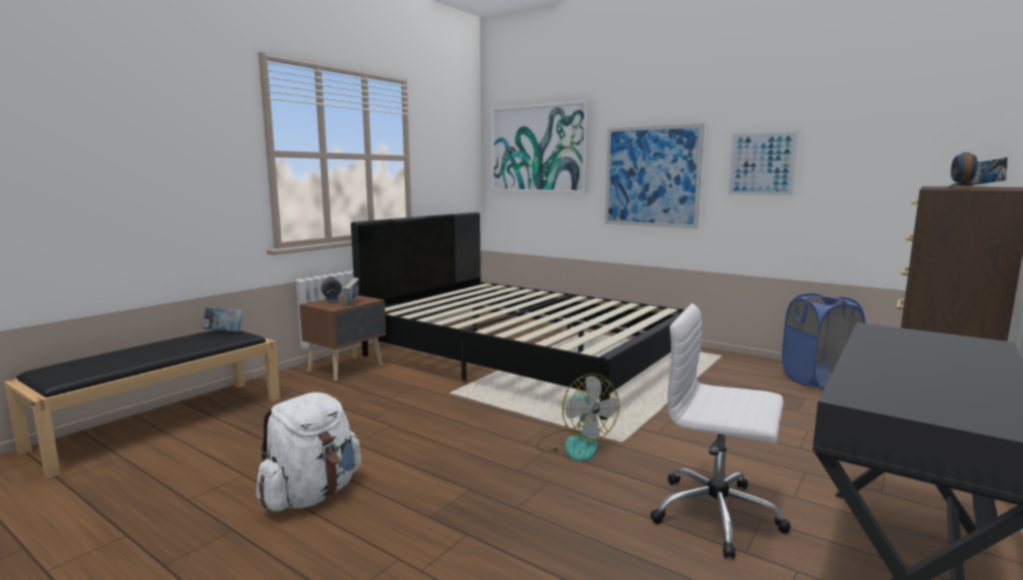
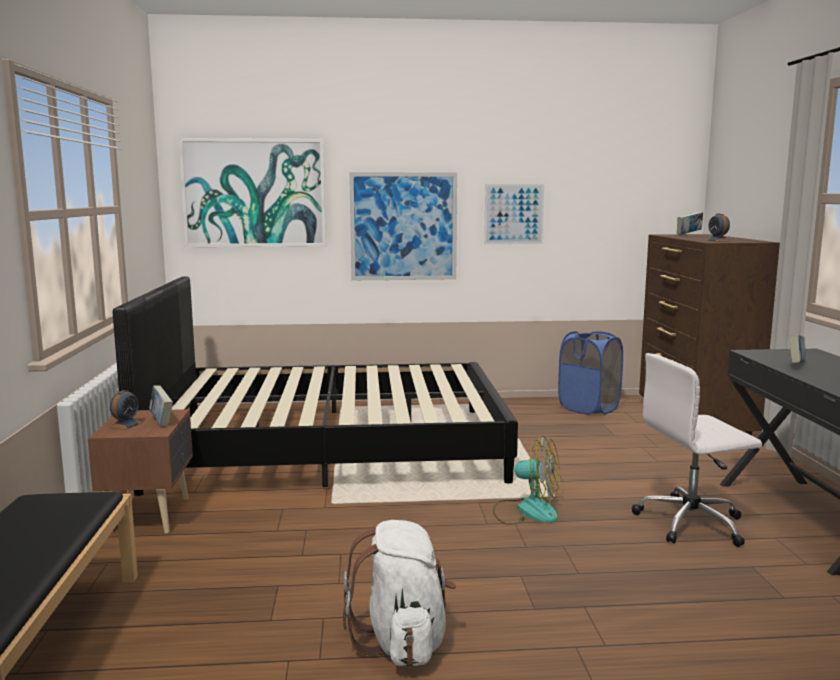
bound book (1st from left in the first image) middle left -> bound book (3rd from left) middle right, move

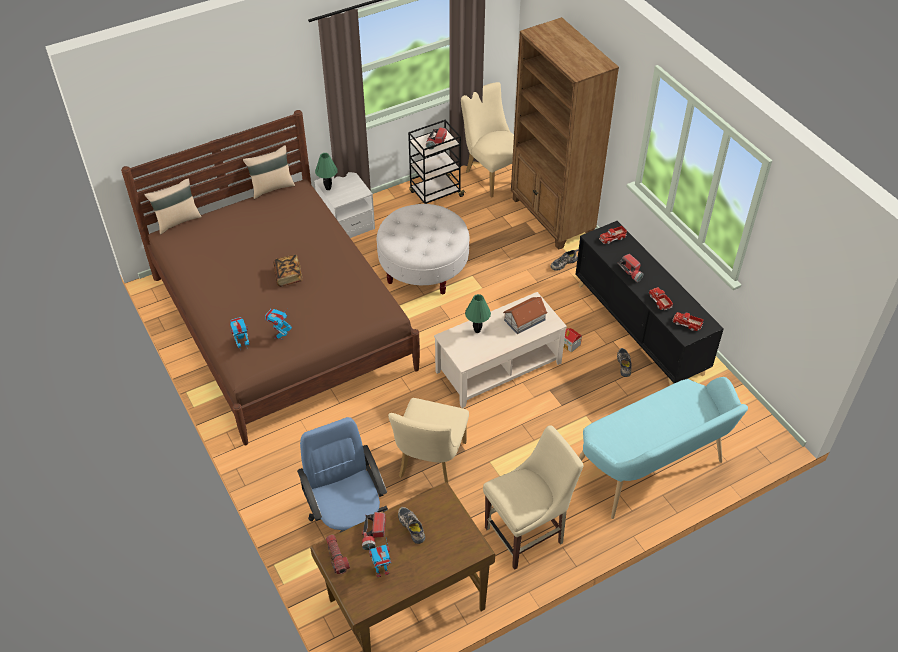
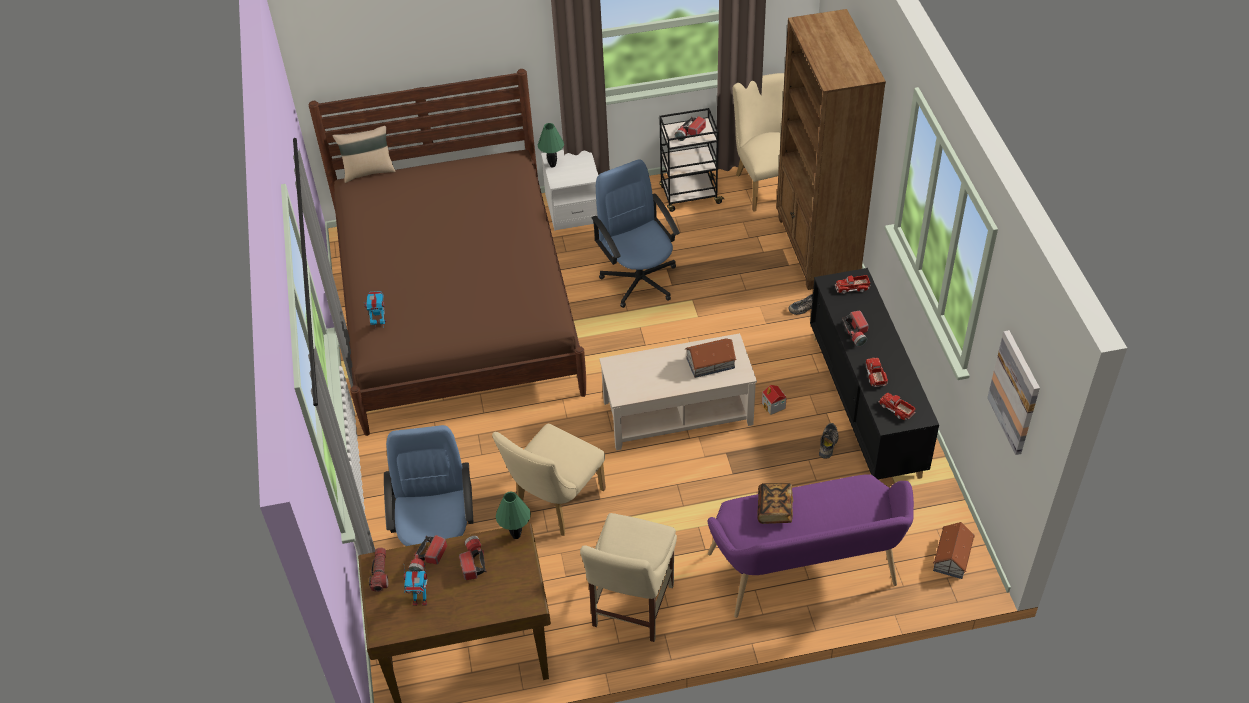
item of footwear (1st from left) bottom centre -> torch (3rd from left) bottom centre
green lamp for a table (2nd from left in the first image) centre -> green lamp for a table (1st from left) bottom centre, move
beige upright chair (3rd from left in the first image) bottom centre -> beige upright chair (2nd from left) bottom centre, 120 degrees clockwise
white-coloured footrest centre -> bluish computer chair (2nd from left) top centre
blue-green long seat bottom right -> purplish long seat bottom centre
bound book middle left -> bound book bottom centre, move
none -> miniature house (3rd from left) bottom right
none -> picture middle right
beige throw pillow (2nd from left) top left -> none
model robot (2nd from left) middle left -> none

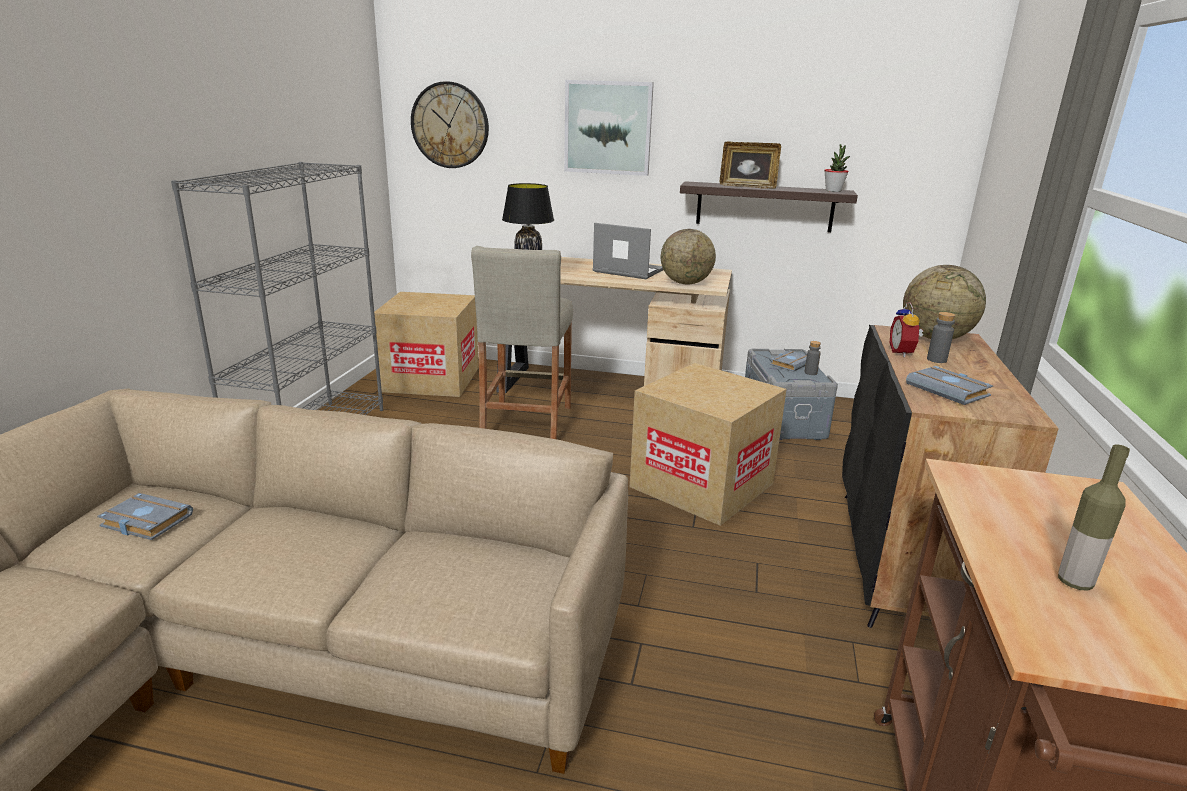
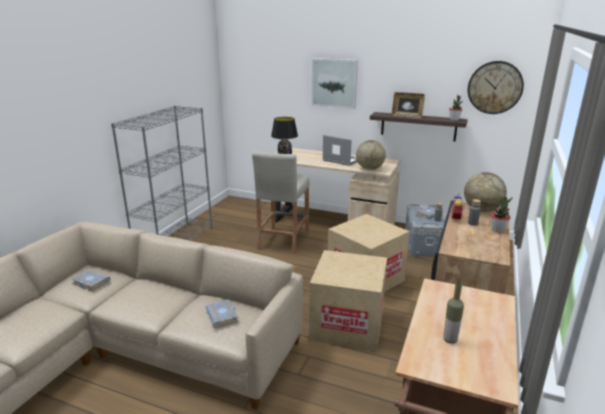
gray bound book (3rd from left in the first image) middle right -> gray bound book (2nd from left) bottom centre, move
cardboard box (1st from left) centre -> cardboard box (1st from left) bottom centre, move
hanging clock top centre -> hanging clock top right, move
none -> potted plant (2nd from left) middle right

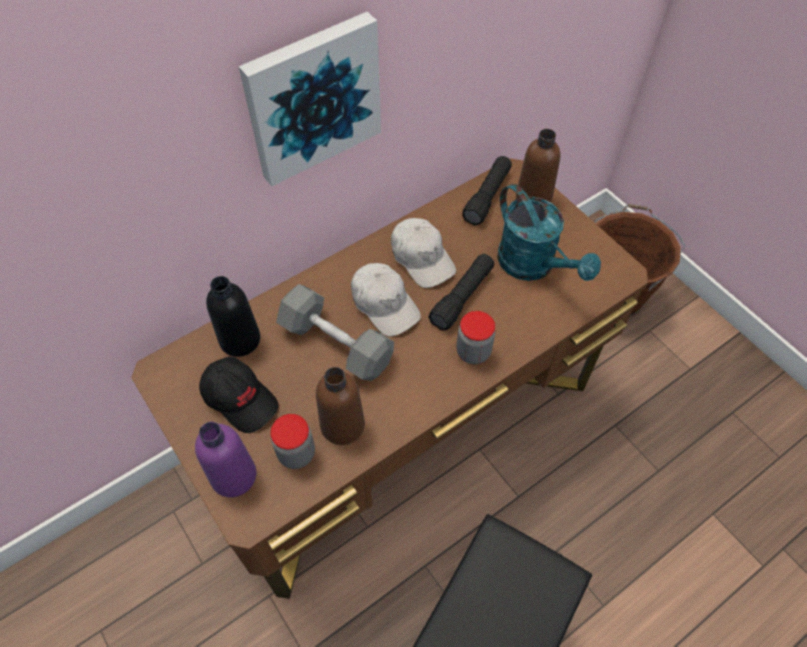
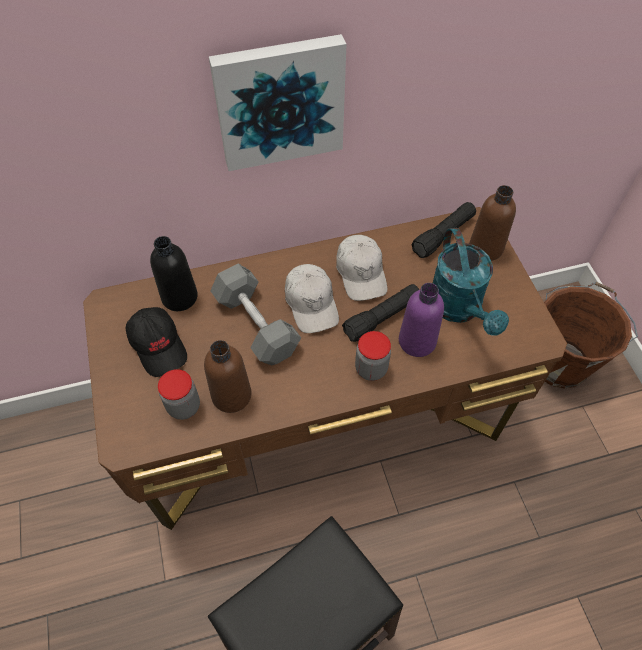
purplish beverage bottle bottom left -> purplish beverage bottle centre, move

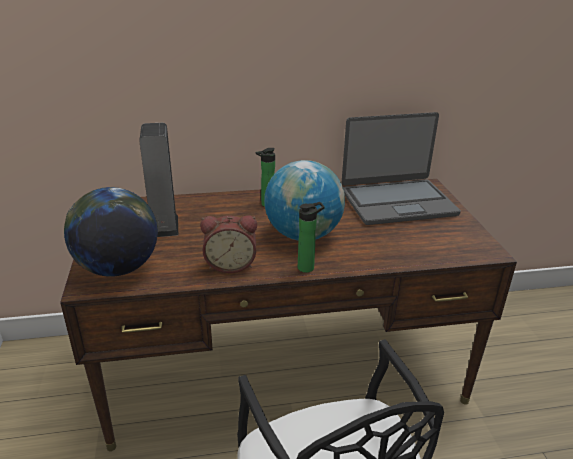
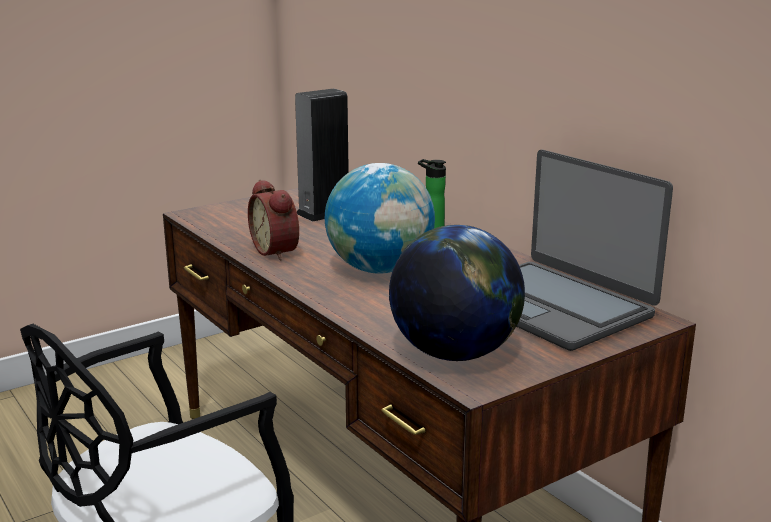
world globe (1st from left in the first image) middle left -> world globe (2nd from left) centre, move
beverage bottle (2nd from left) centre -> none

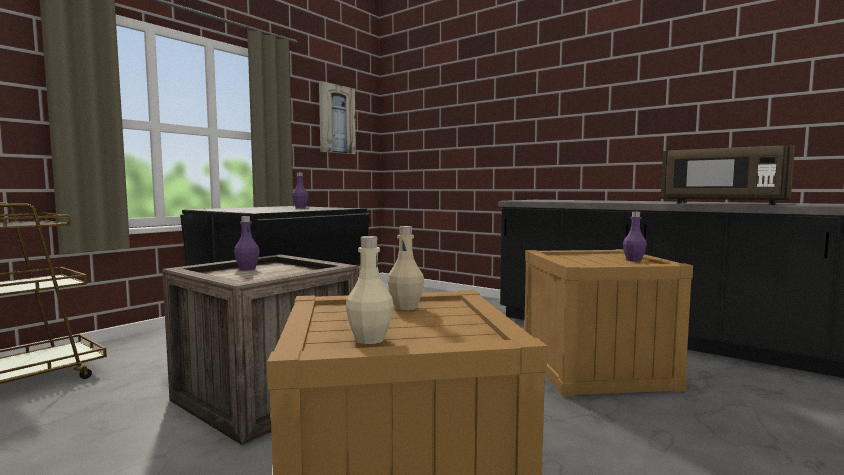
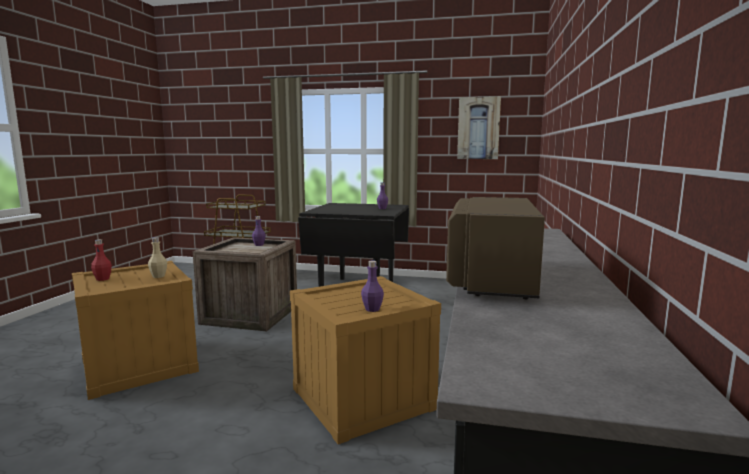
beige beverage bottle (1st from left) centre -> red beverage bottle middle left

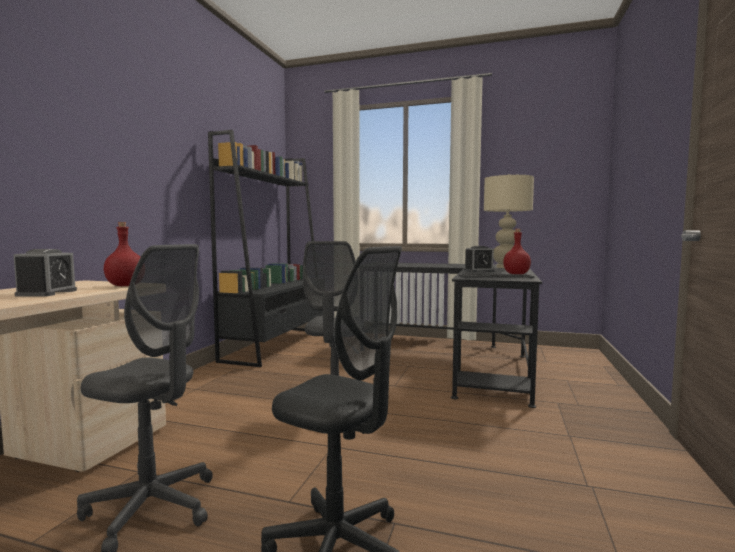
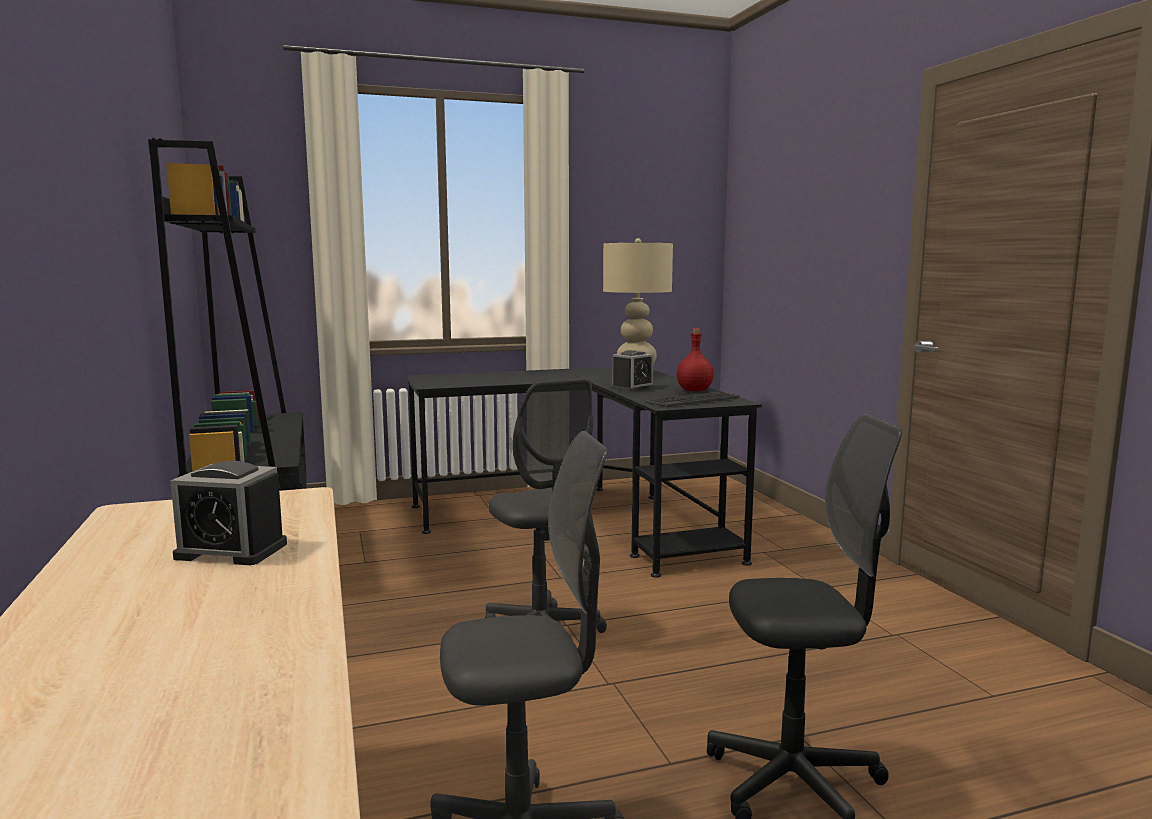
alarm clock (1st from left) middle left, 135 degrees clockwise
red beverage bottle (1st from left) middle left -> none

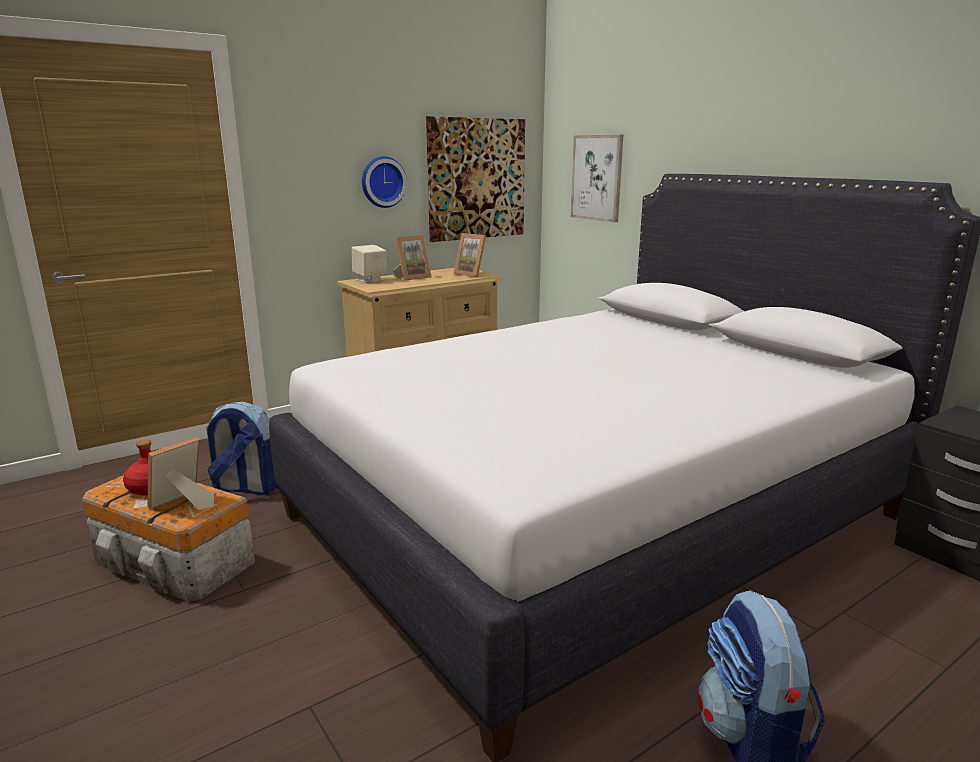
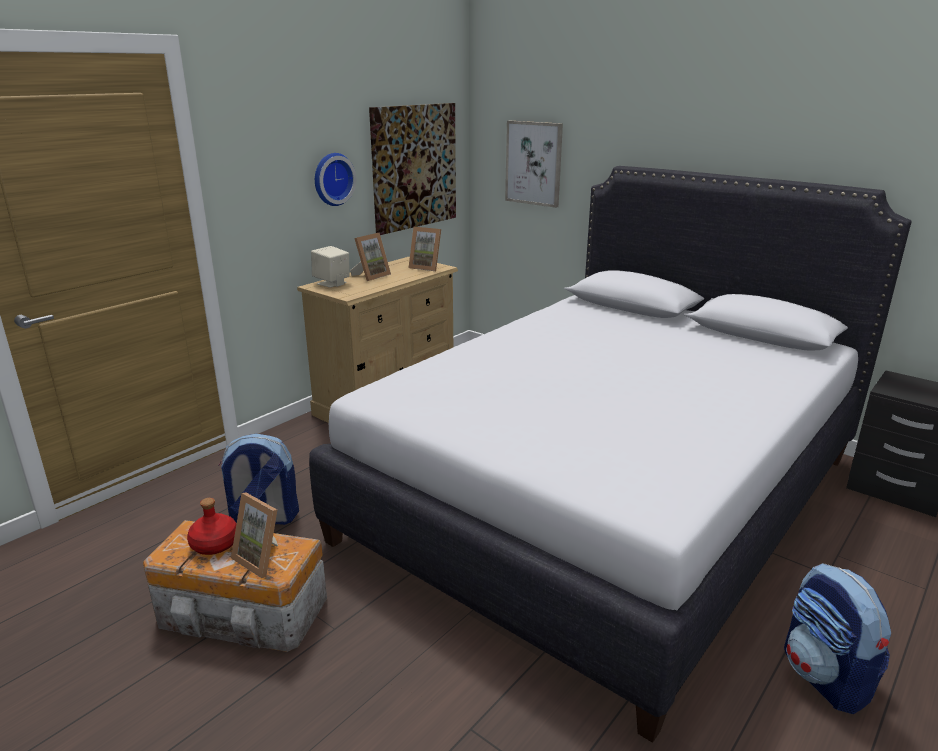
picture frame (1st from left) middle left -> picture frame (1st from left) bottom left, 75 degrees counterclockwise

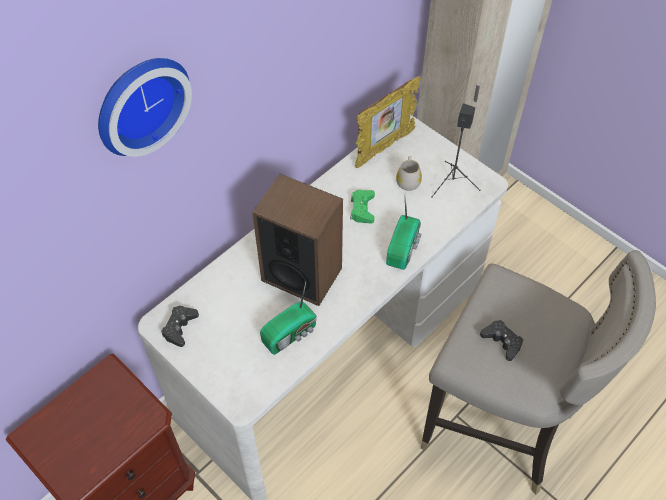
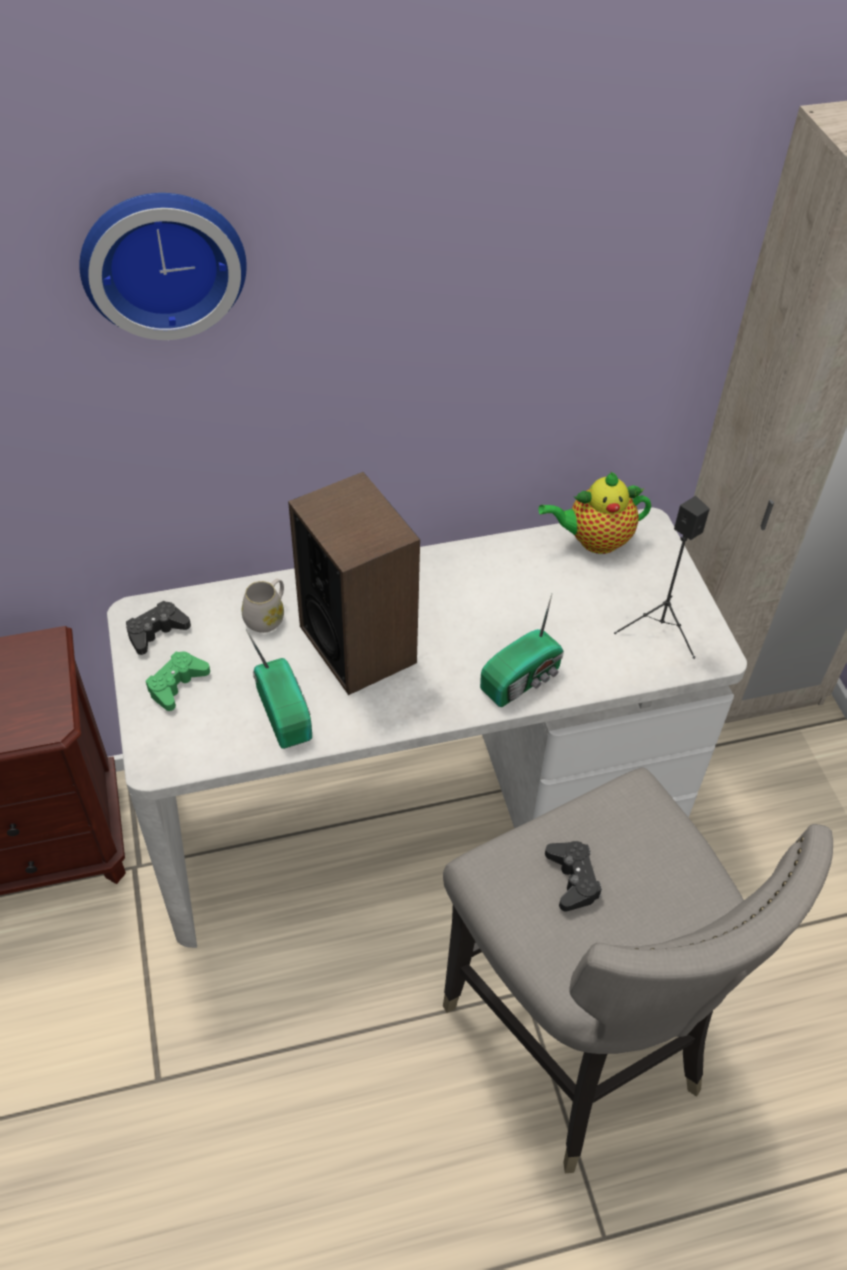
green gamepad centre -> green gamepad middle left, move
white-coloured tea mug centre -> white-coloured tea mug middle left, move
radio set (1st from left) centre -> radio set (1st from left) middle left, 105 degrees counterclockwise
picture frame top centre -> pot for tea middle right

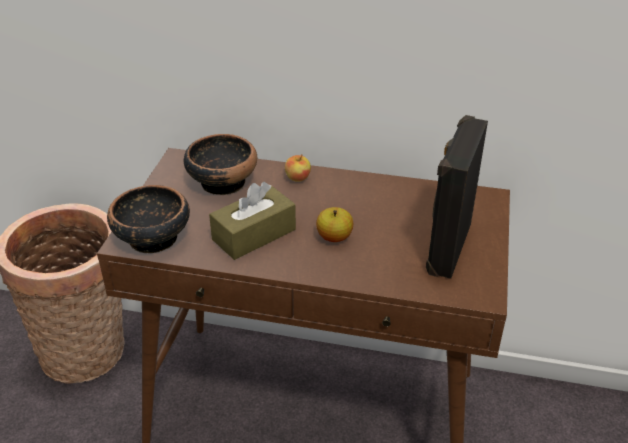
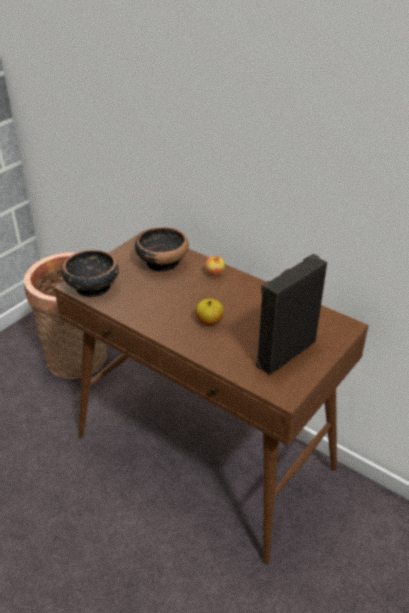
brown-coloured tissue holder centre -> none

